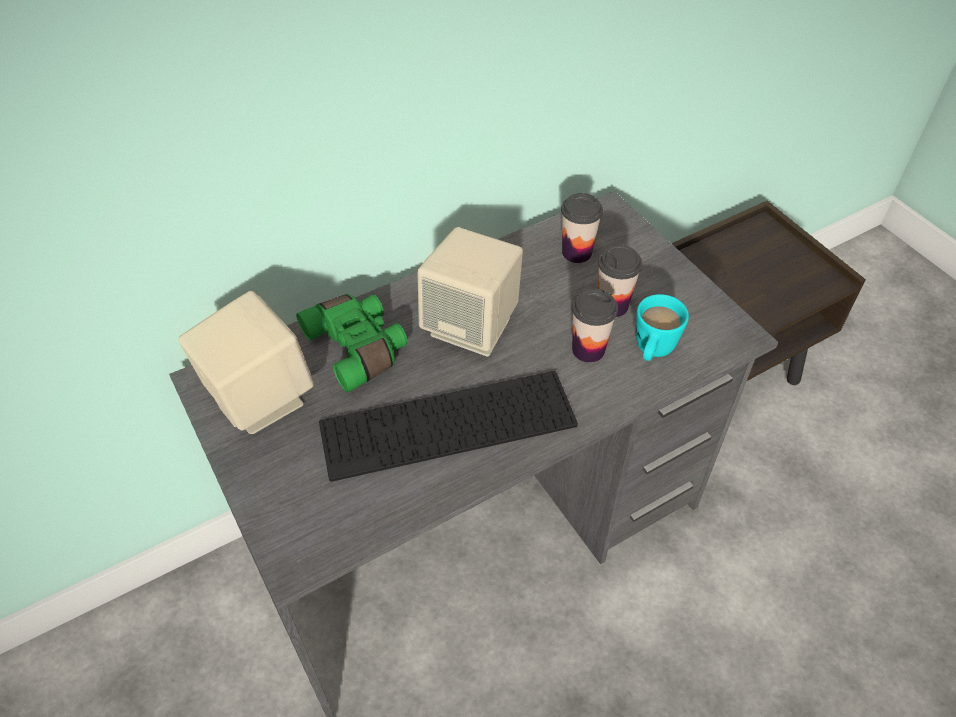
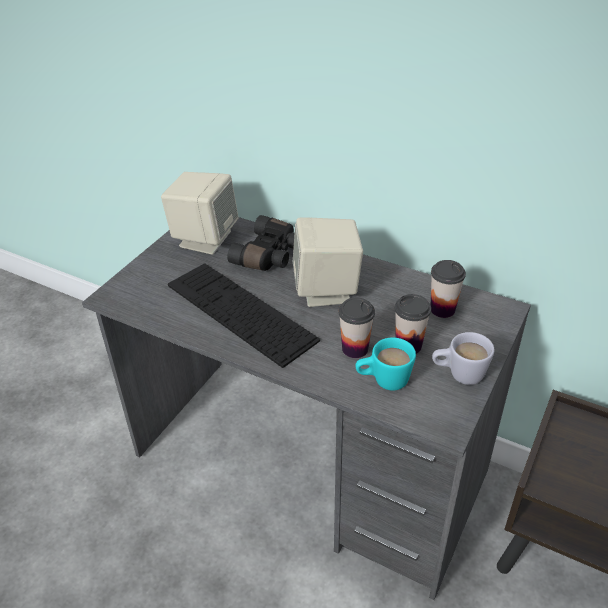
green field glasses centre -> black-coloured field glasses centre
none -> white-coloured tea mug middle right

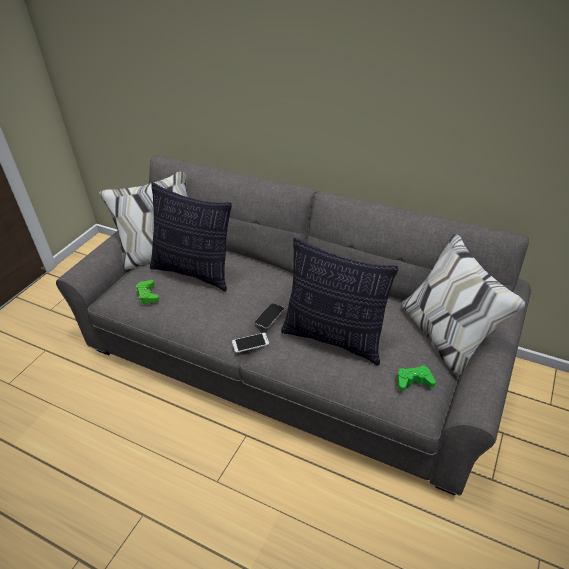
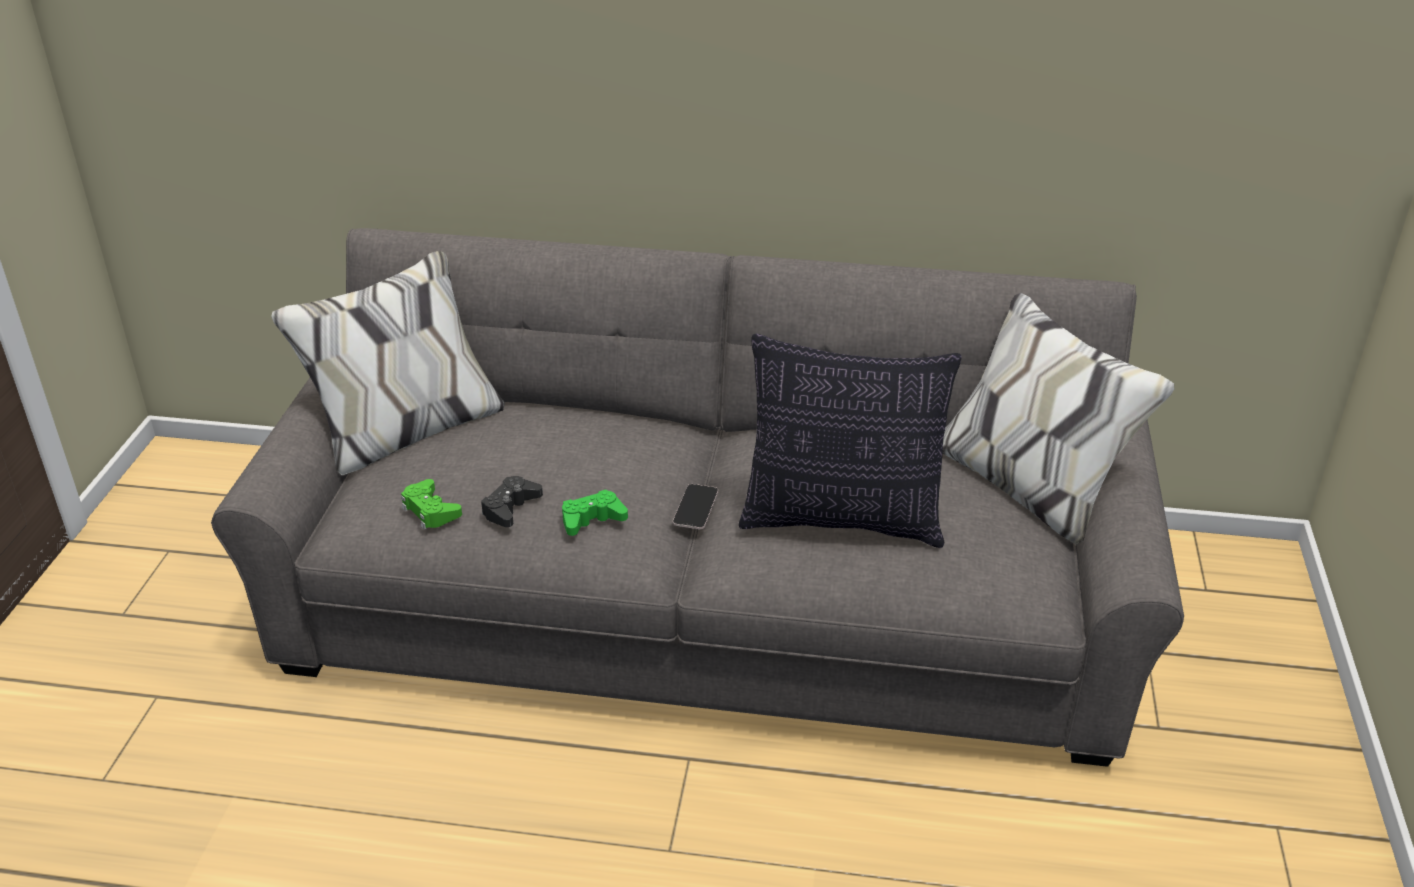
none -> black-coloured gamepad centre
green gamepad (2nd from left) middle right -> green gamepad (2nd from left) centre, move
throw pillow (1st from left) centre -> none
phone (1st from left) centre -> none

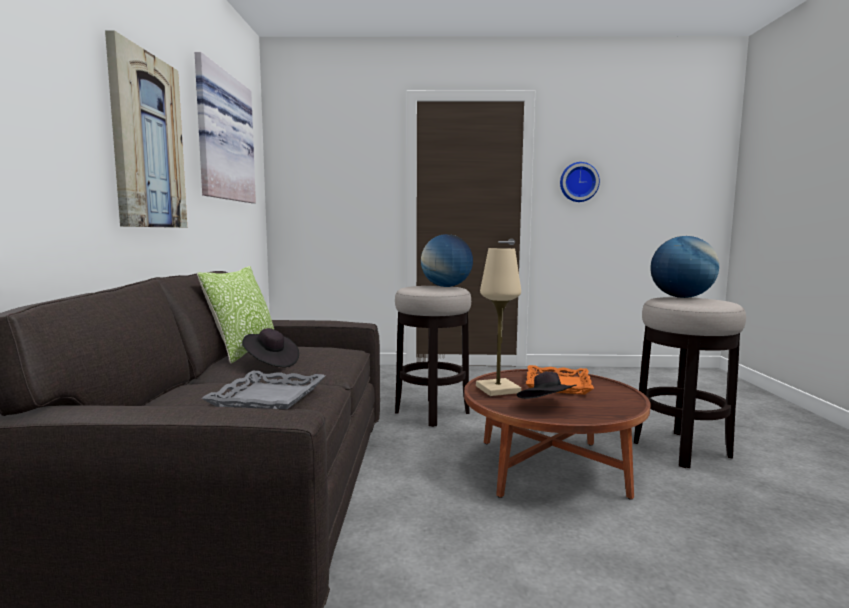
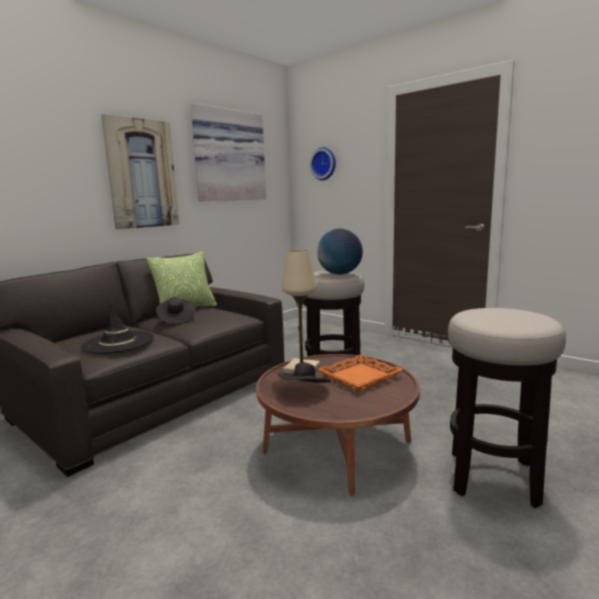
gray carrying tray middle left -> black-coloured clothing hat (1st from left) middle left
hanging clock top right -> hanging clock top centre, move
world globe (2nd from left) middle right -> none

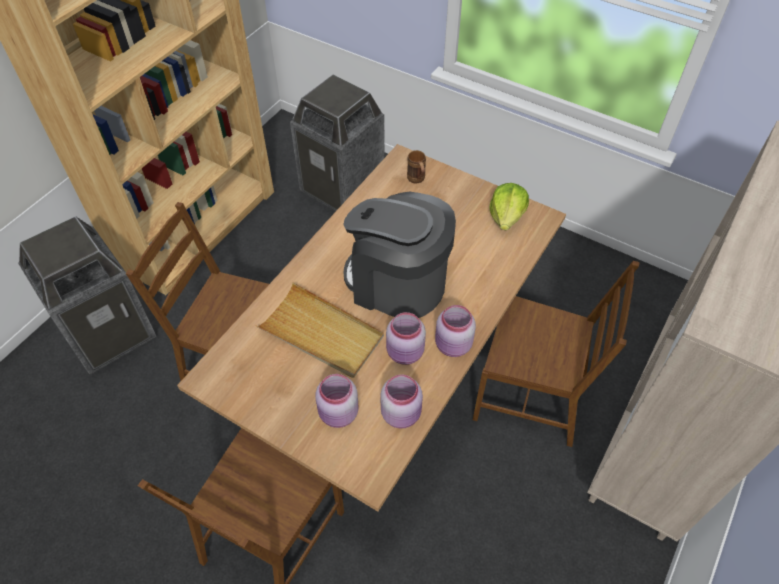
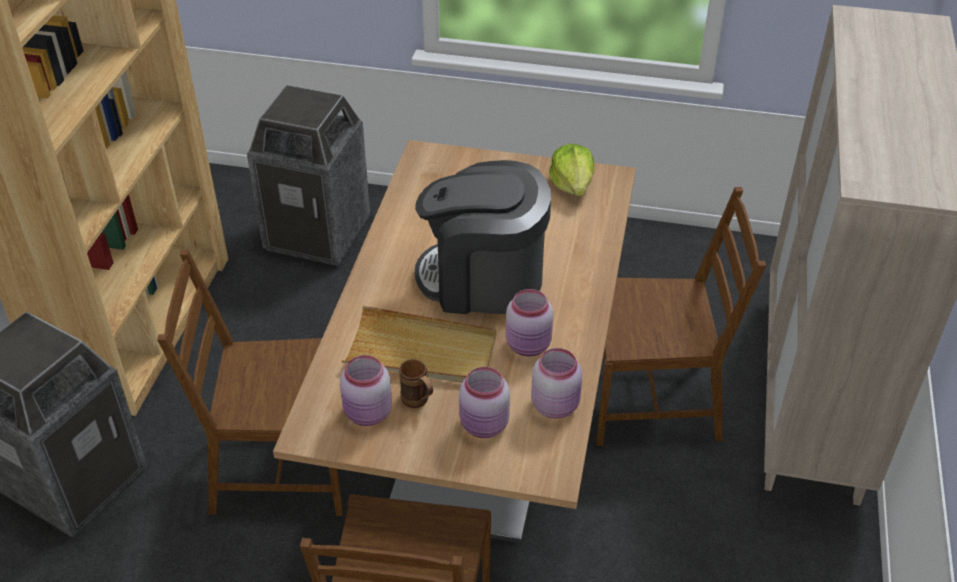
pinkish jar (4th from left in the first image) centre -> pinkish jar (1st from left) bottom centre, move
brown-coloured tea mug top centre -> brown-coloured tea mug centre, move

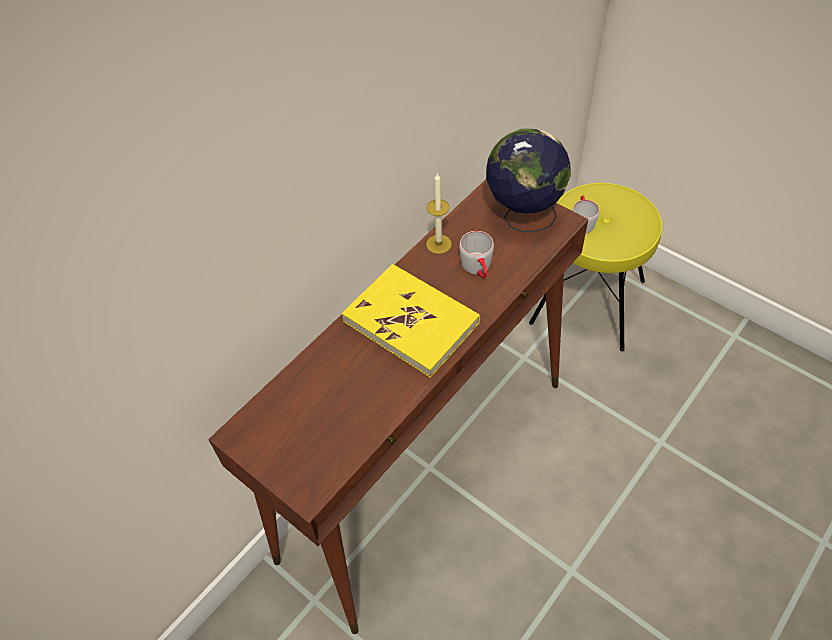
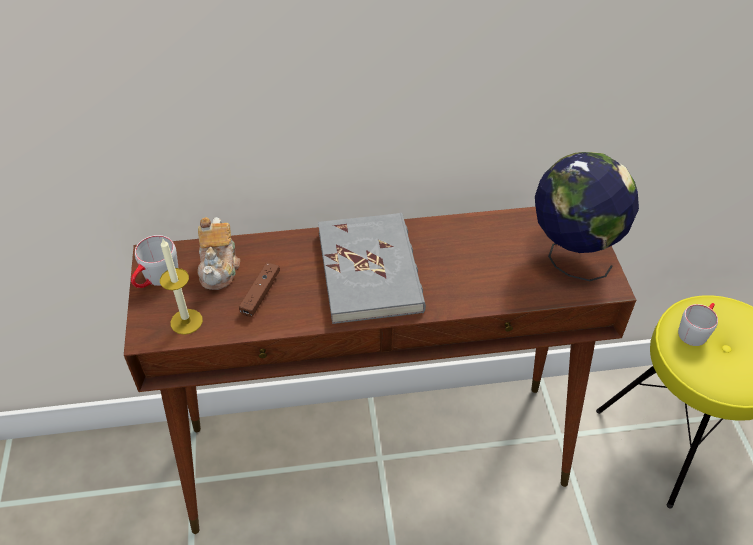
gray tea mug (1st from left) centre -> gray tea mug (1st from left) middle left, move
wax light top centre -> wax light middle left, move
none -> pot for tea middle left
none -> brown-coloured gamepad centre
yellowish bound book centre -> gray bound book centre

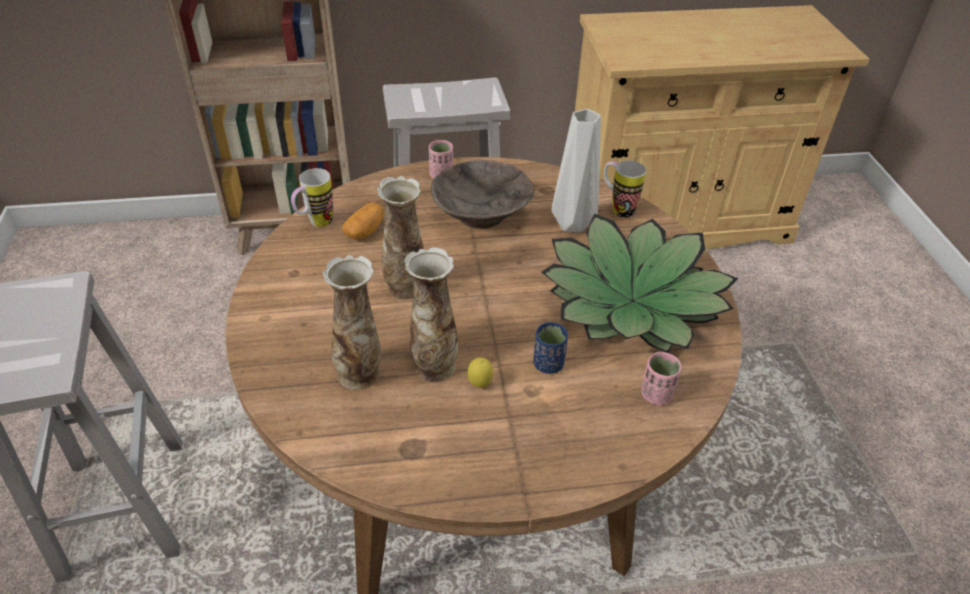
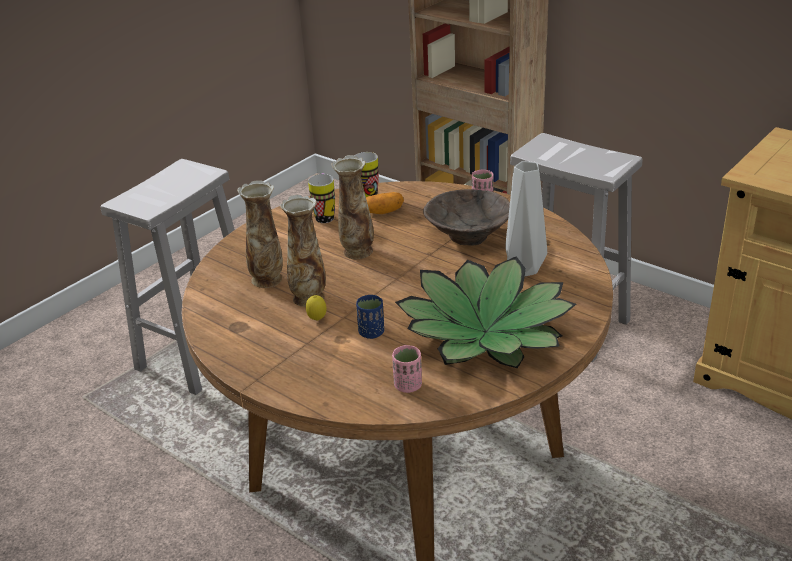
tea mug (2nd from left in the first image) top centre -> tea mug (1st from left) centre, move

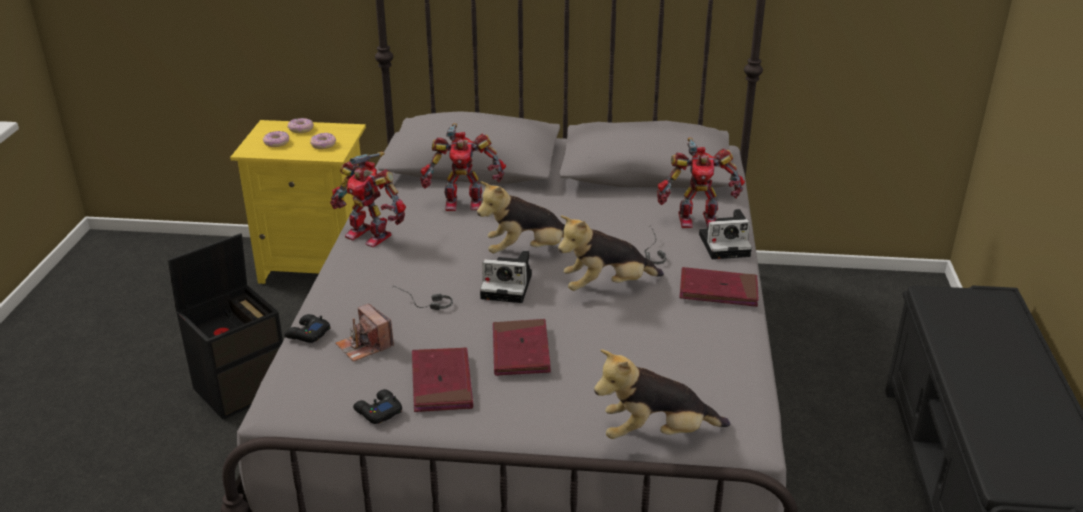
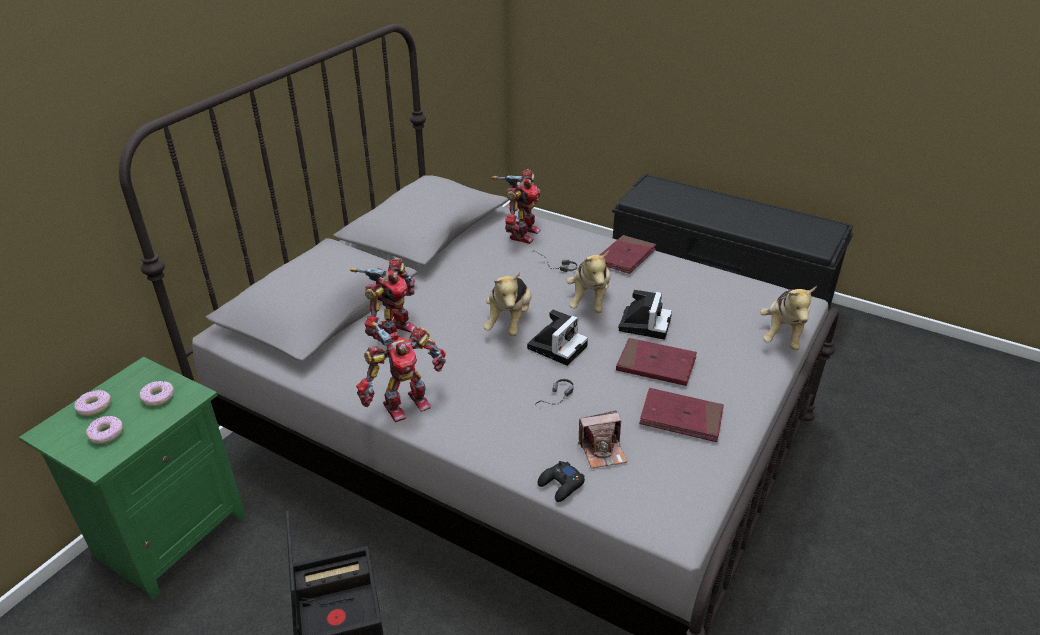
yellowish night table middle left -> green night table bottom left
still camera (3rd from left) middle right -> still camera (3rd from left) centre, move
black-coloured gamepad (2nd from left) bottom centre -> none

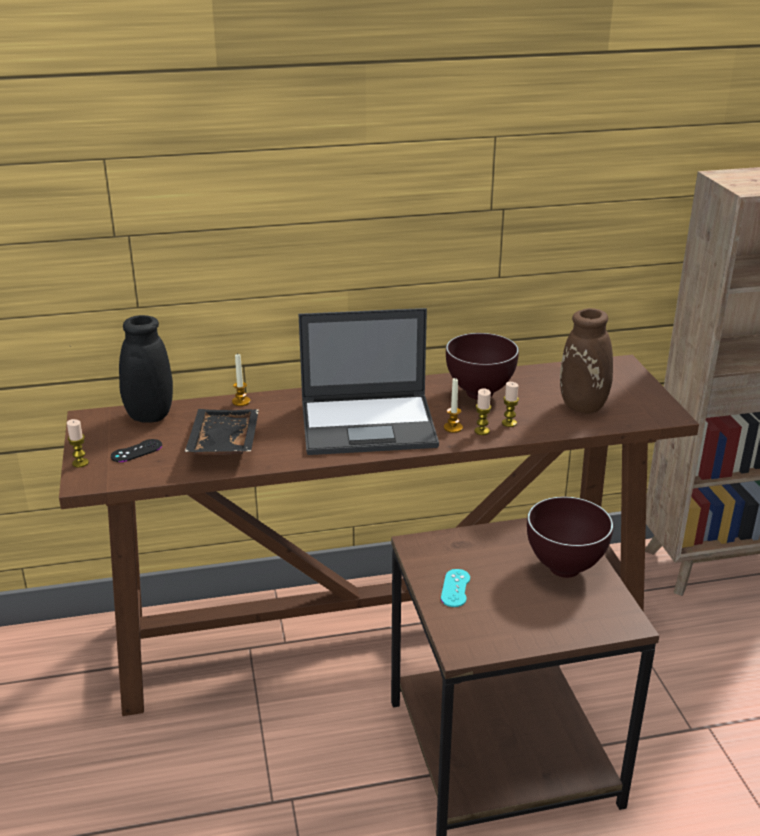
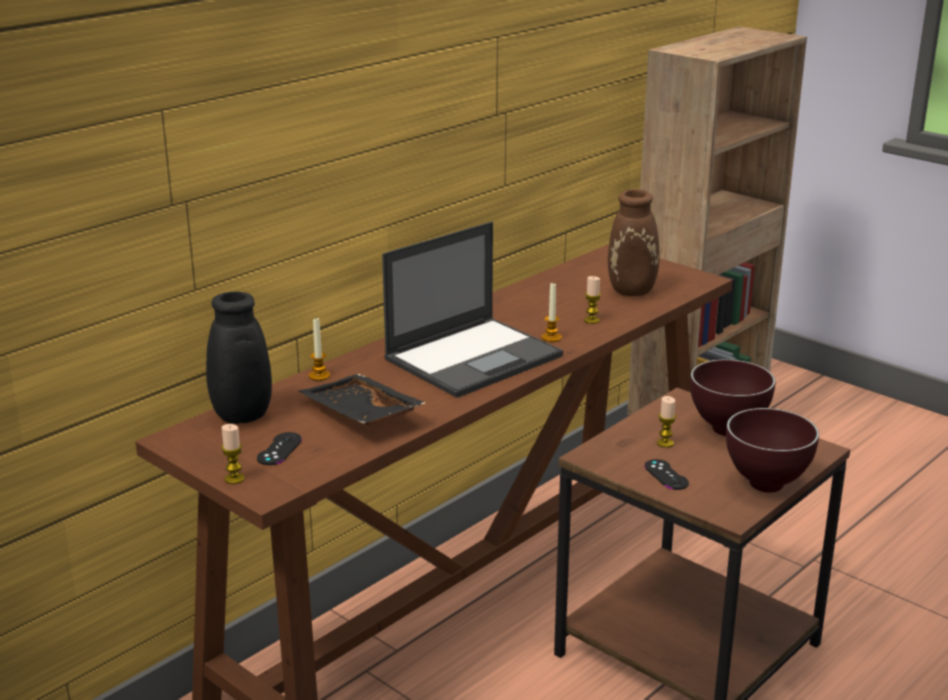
blue-green gamepad bottom centre -> black-coloured gamepad (2nd from left) bottom right
wax light (4th from left in the first image) centre -> wax light (5th from left) middle right, move
brown-coloured serving bowl (1st from left in the first image) centre -> brown-coloured serving bowl (2nd from left) middle right, move

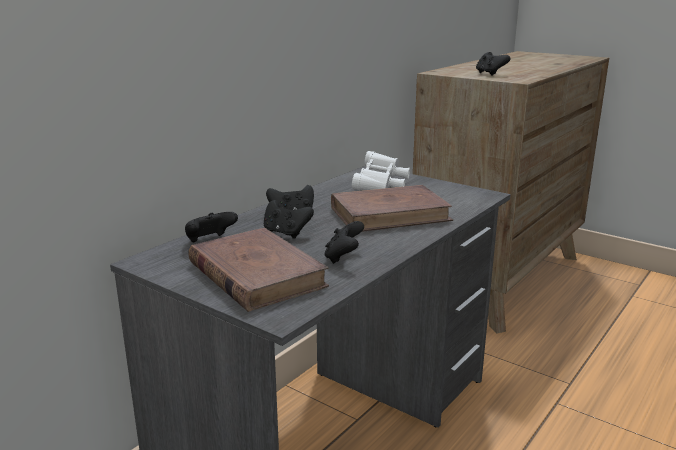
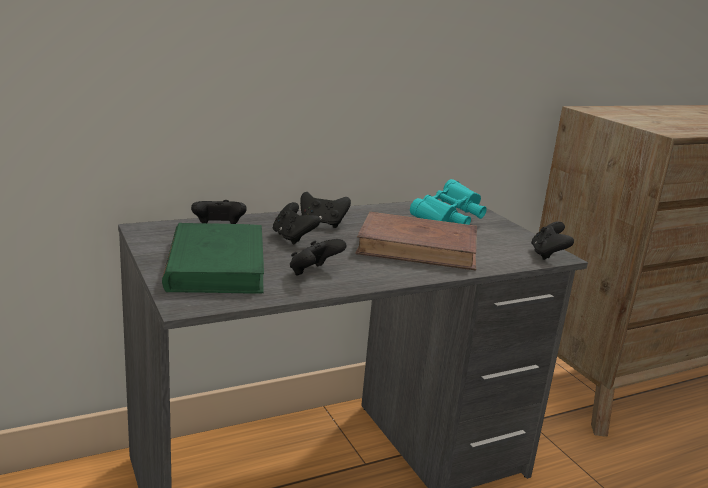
brown-coloured bound book (1st from left) centre -> green bound book middle left
white-coloured field glasses centre -> blue-green field glasses centre
black-coloured gamepad (5th from left) top right -> black-coloured gamepad (5th from left) middle right, move

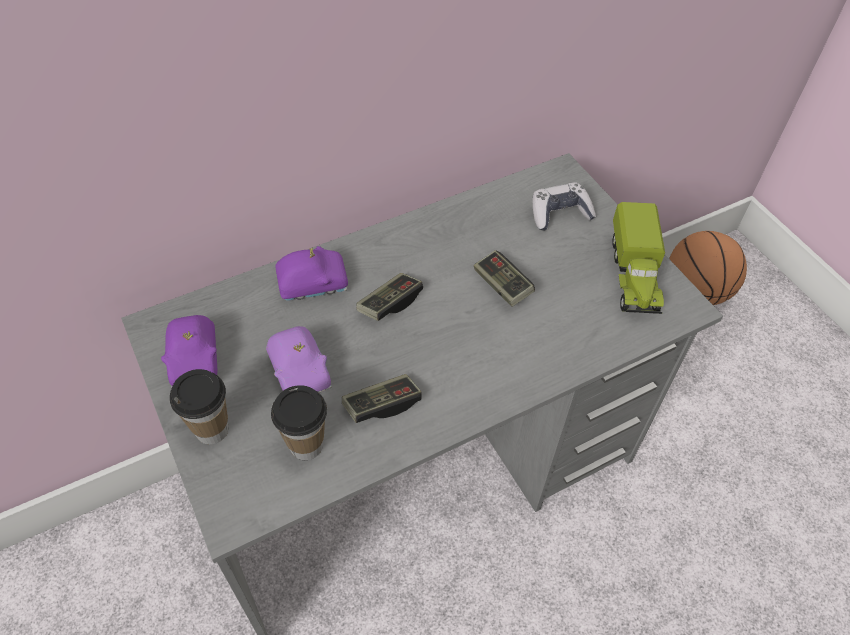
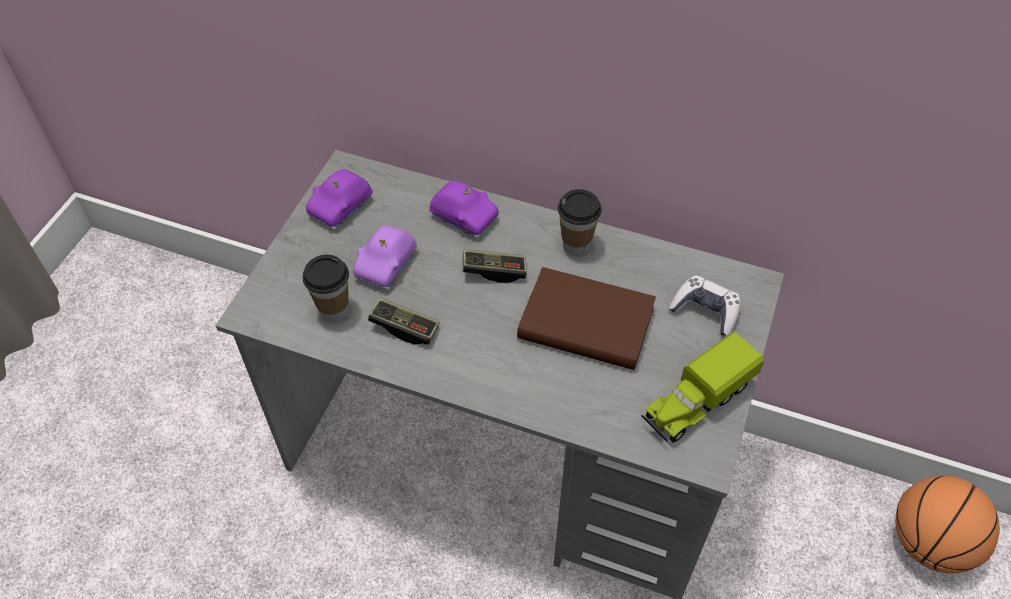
gamepad (3rd from left) centre -> brown-coloured bound book centre
cup (1st from left in the first image) middle left -> cup (2nd from left) centre, move

